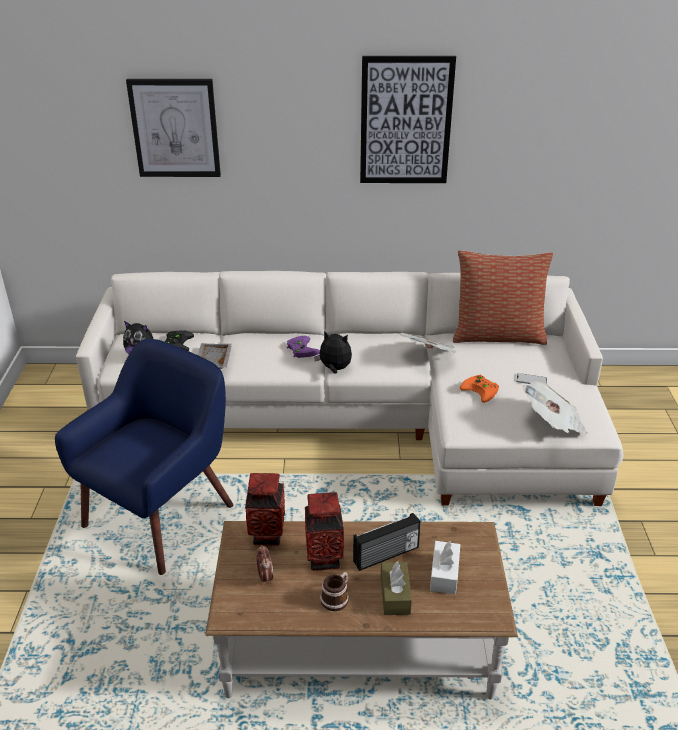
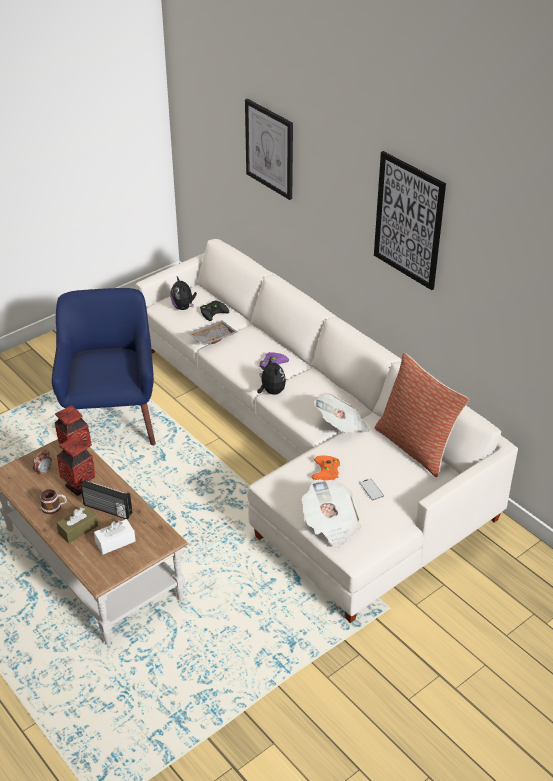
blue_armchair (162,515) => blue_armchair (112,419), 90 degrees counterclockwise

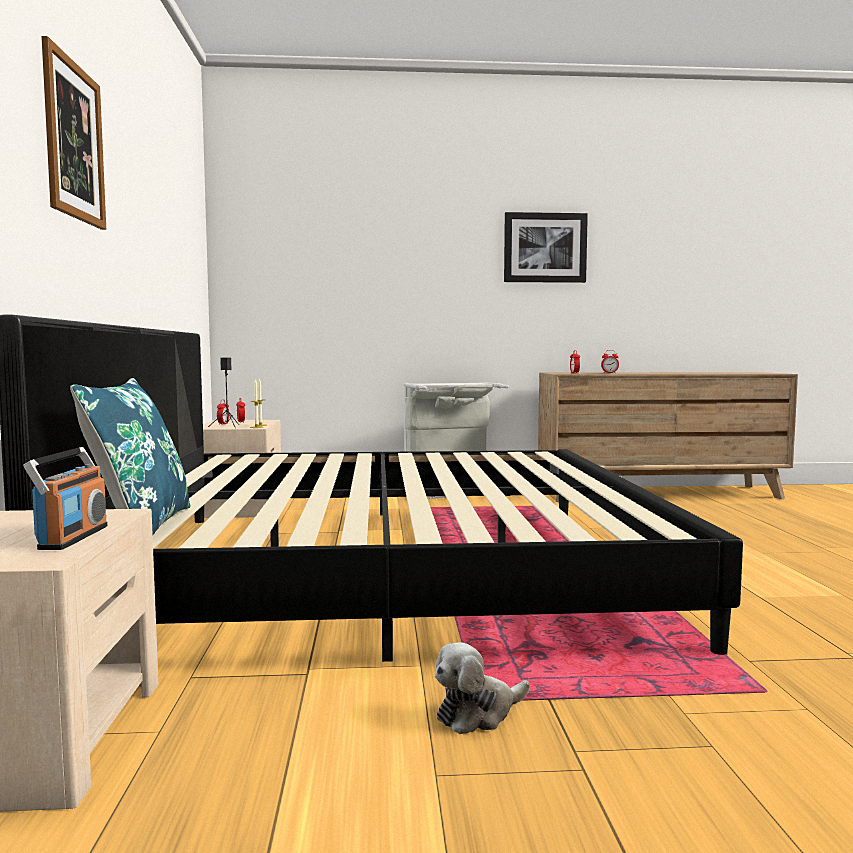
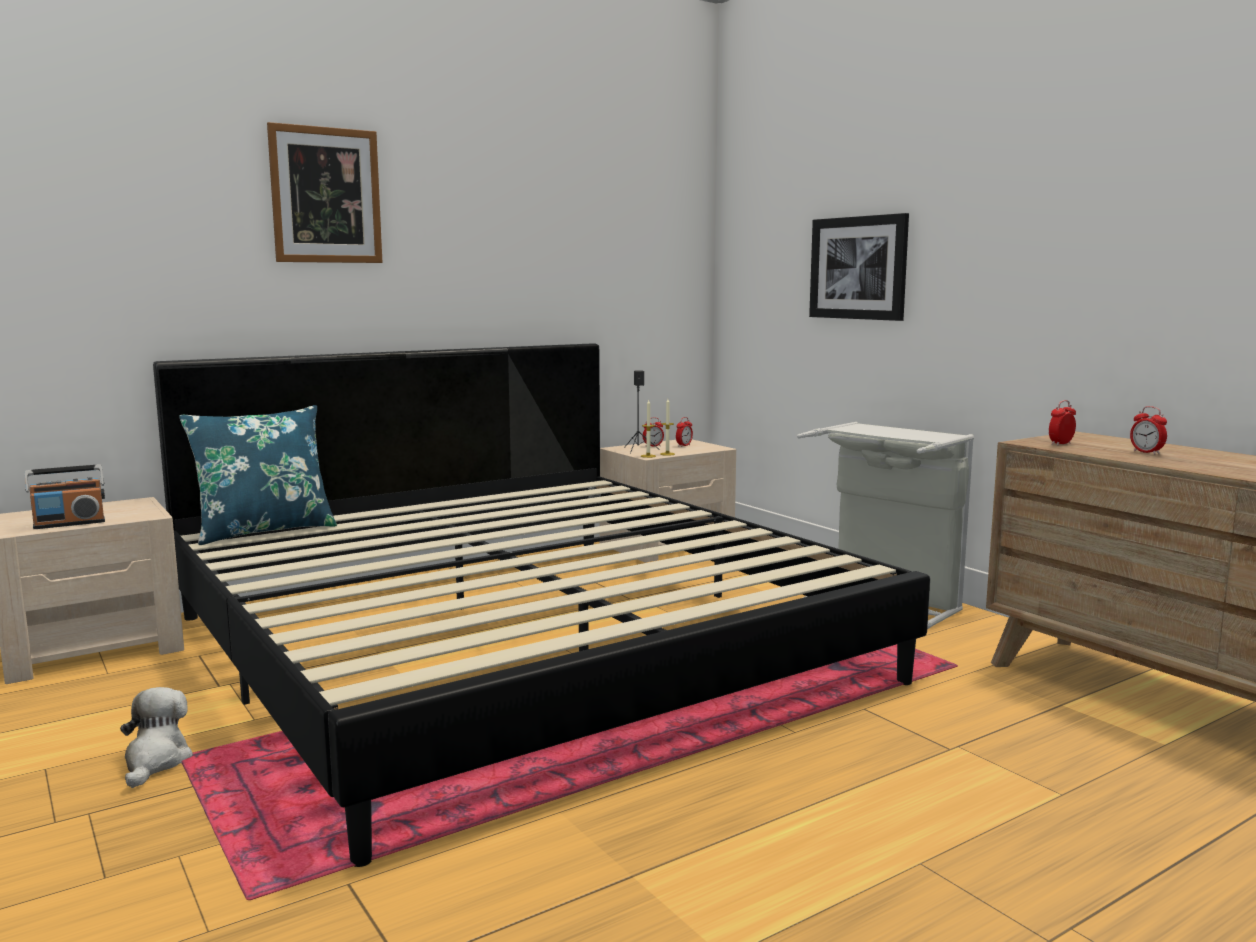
plush_toy (478,713) => plush_toy (156,762), 60 degrees clockwise
picture (545,248) => picture (858,268), shifted

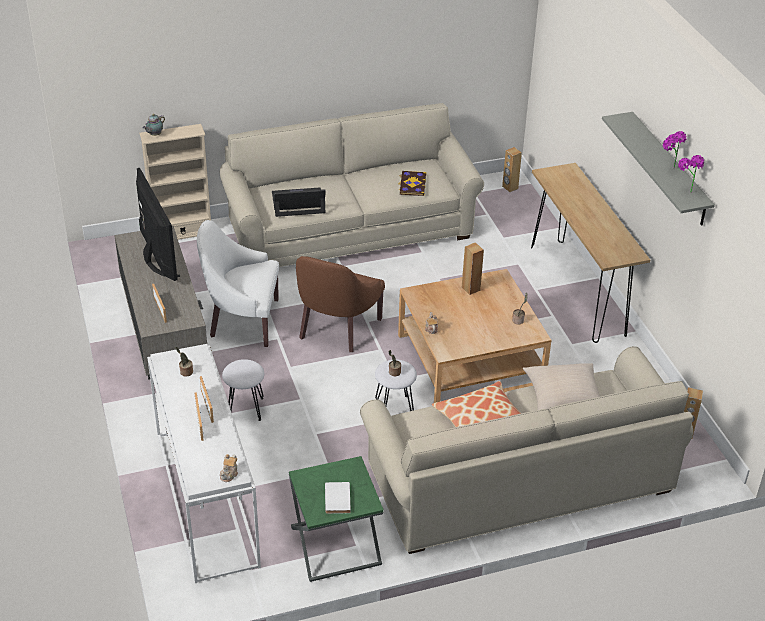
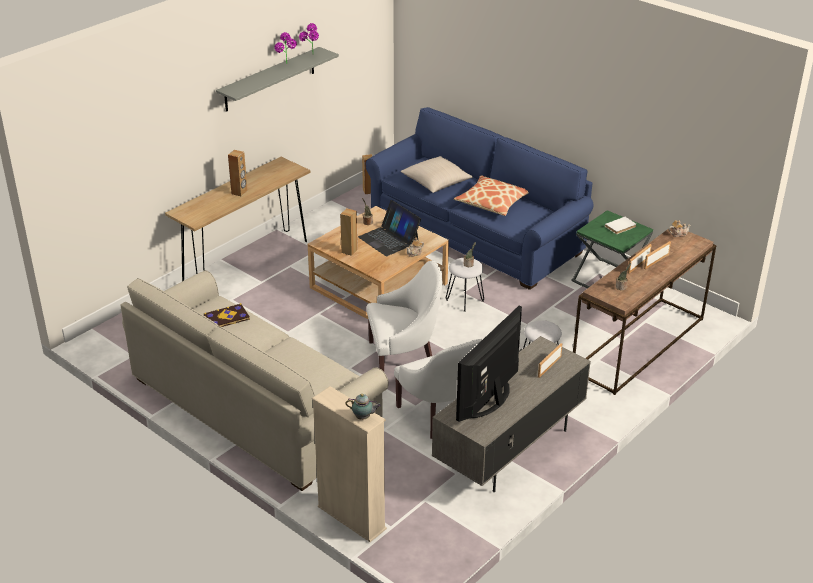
brown_speaker (510,187) => brown_speaker (239,192), shifted
laptop (298,203) => laptop (389,239), shifted
beige_sofa (519,480) => blue_sofa (476,234)
brown_armchair (336,328) => white_armchair (403,359)
white_console_table (205,498) => brown_console_table (639,346)

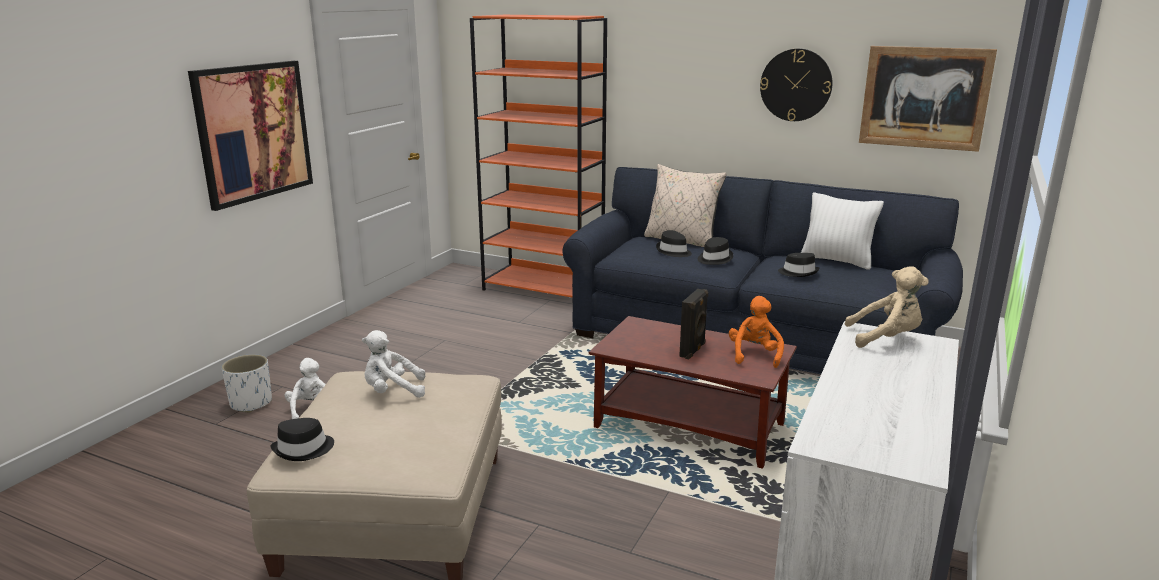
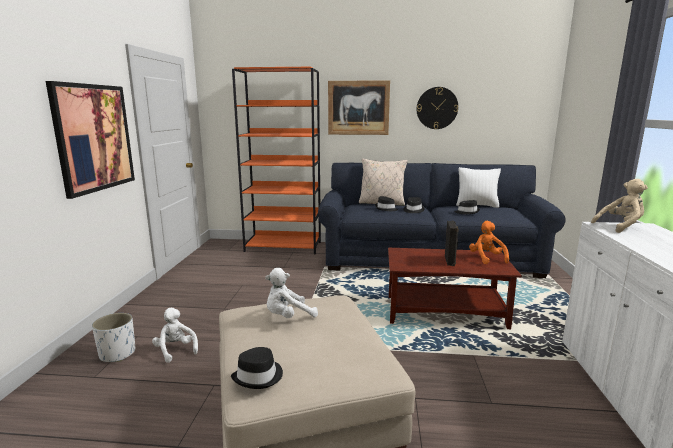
picture (924,98) => picture (358,108), shifted

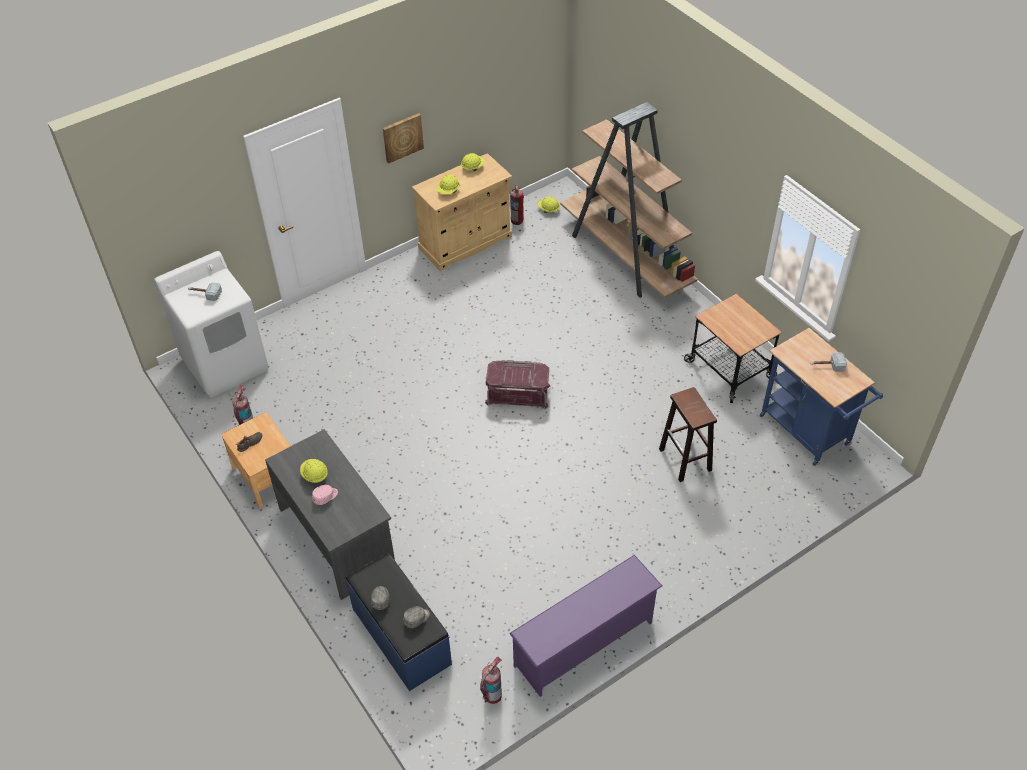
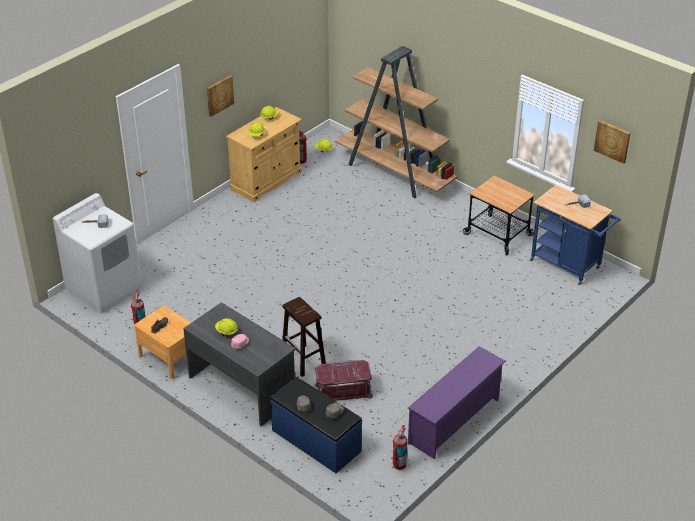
brown_stool (685,460) => brown_stool (304,361), shifted
red_storage_box (518,393) => red_storage_box (343,390), shifted
nothing => picture (612,141)

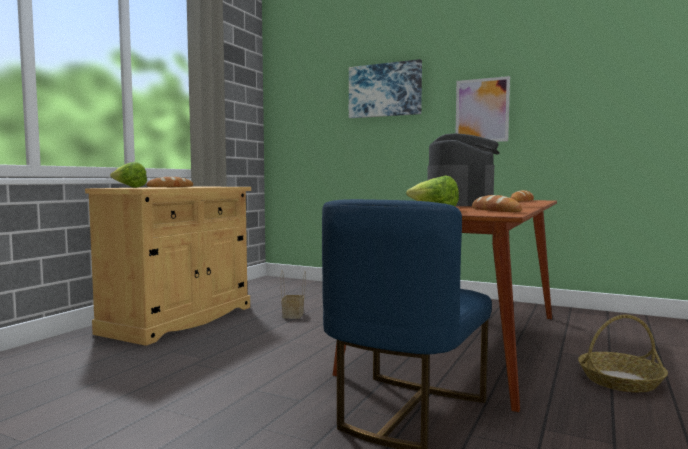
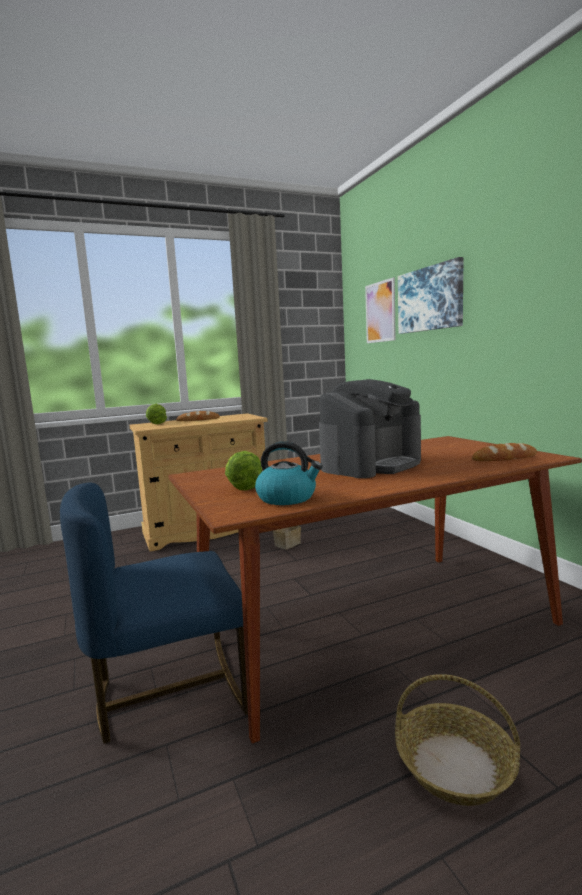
bread (495,210) => kettle (287,498)
picture (482,110) => picture (380,312), shifted

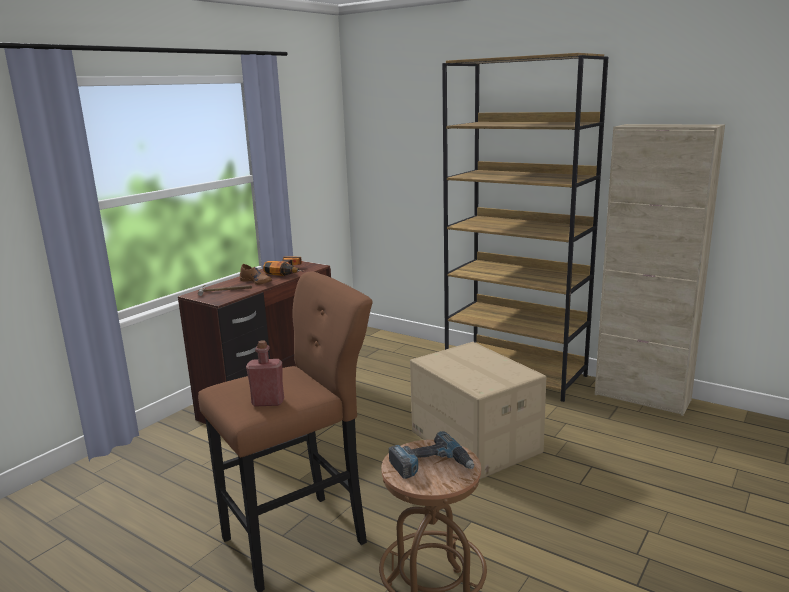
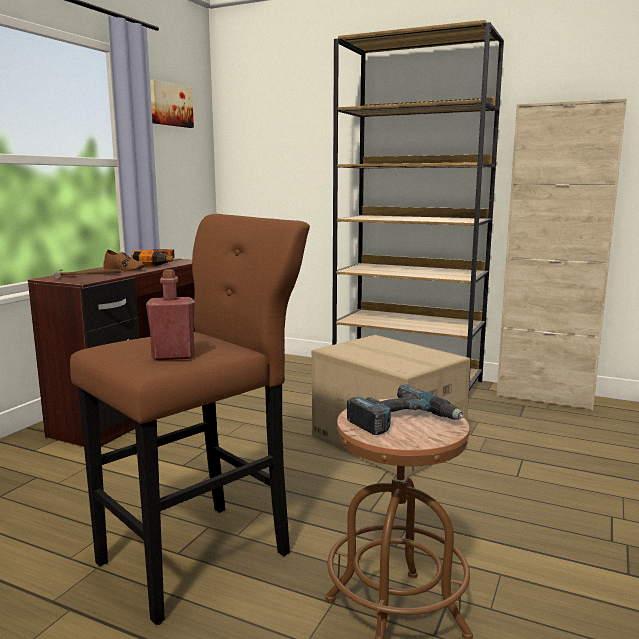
nothing => picture (169,105)

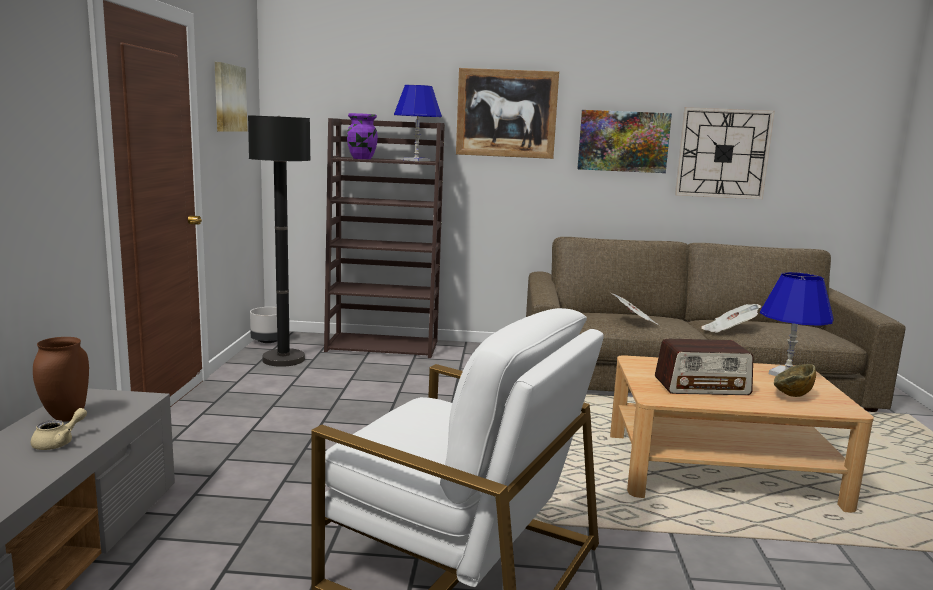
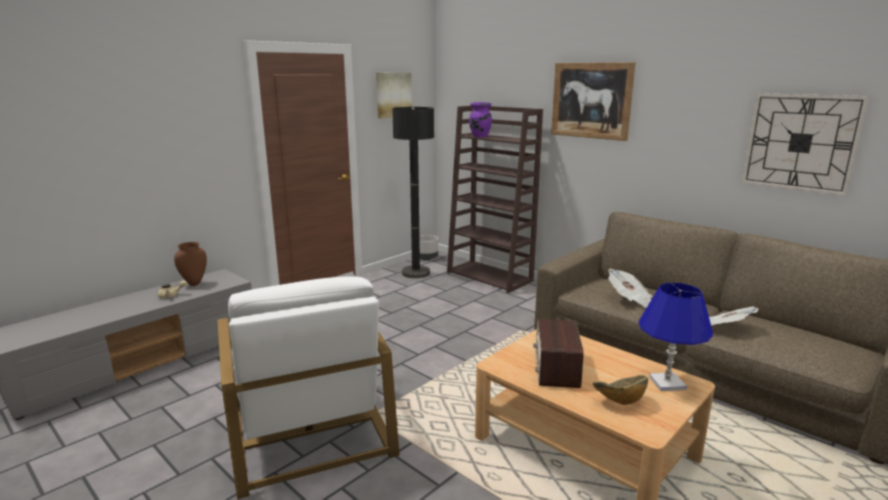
radio (702,386) => radio (556,368), 60 degrees clockwise
blue_table_lamp (416,160) => nothing
picture (623,141) => nothing

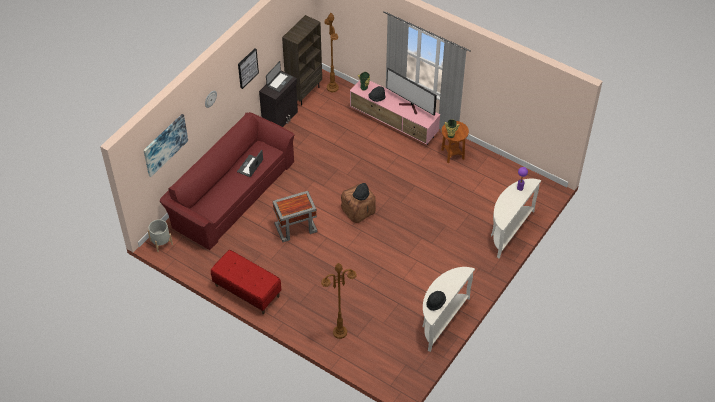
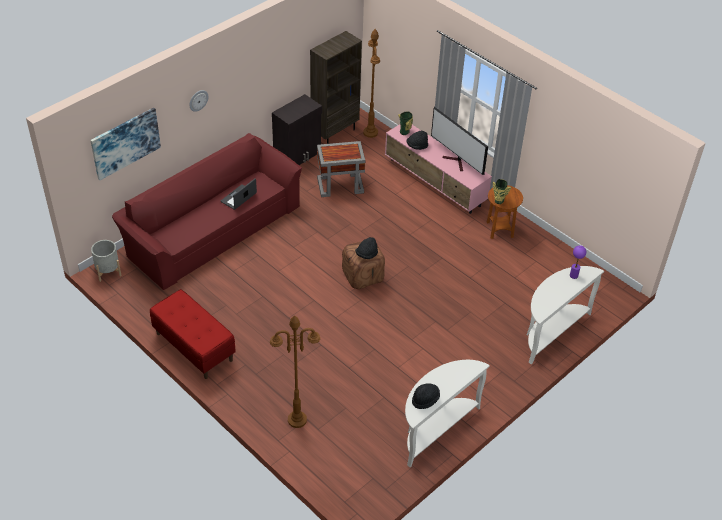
grey_side_table (295,228) => grey_side_table (339,185), shifted
picture (247,68) => nothing
laptop (279,81) => nothing

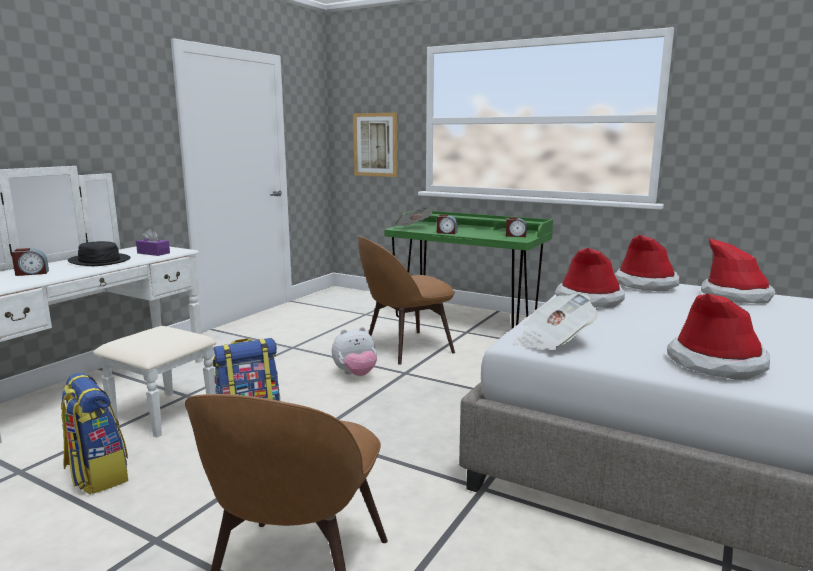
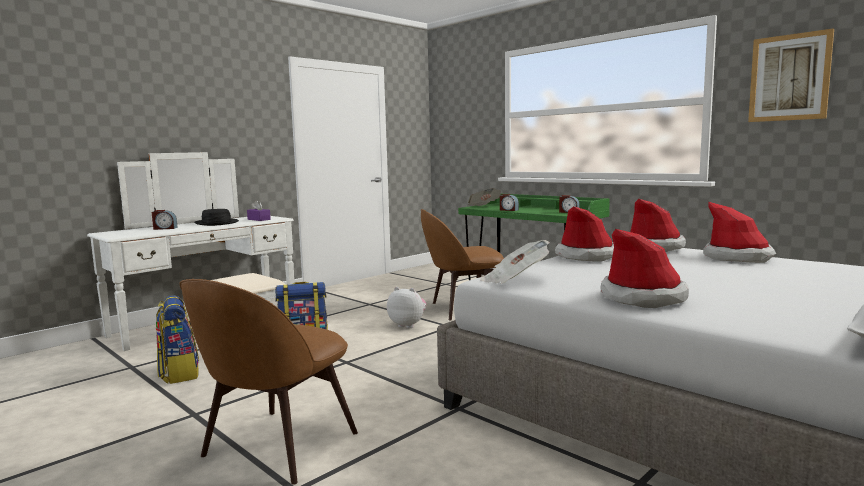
plush_toy (356,374) => plush_toy (408,325), 150 degrees counterclockwise
picture (375,144) => picture (789,77), shifted

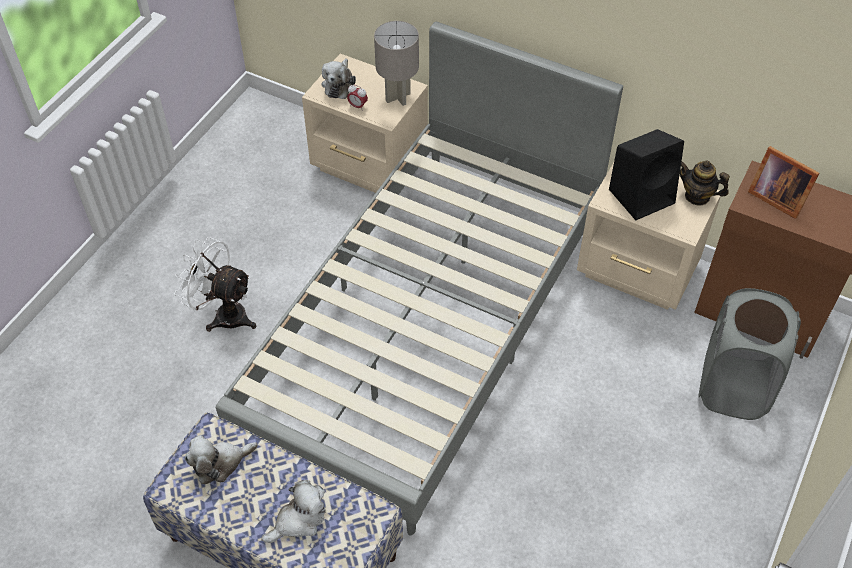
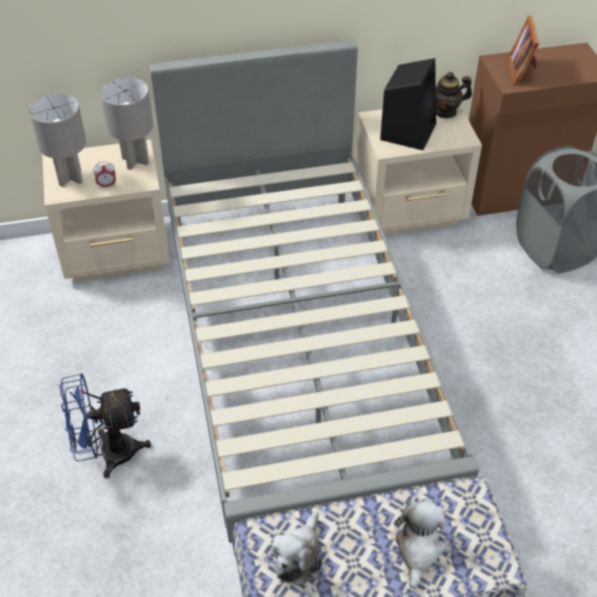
plush_toy (339,85) => grey_table_lamp (70,177)
white_fan (224,314) => blue_fan (108,453)
picture_frame (776,197) => picture_frame (522,70), 90 degrees clockwise

